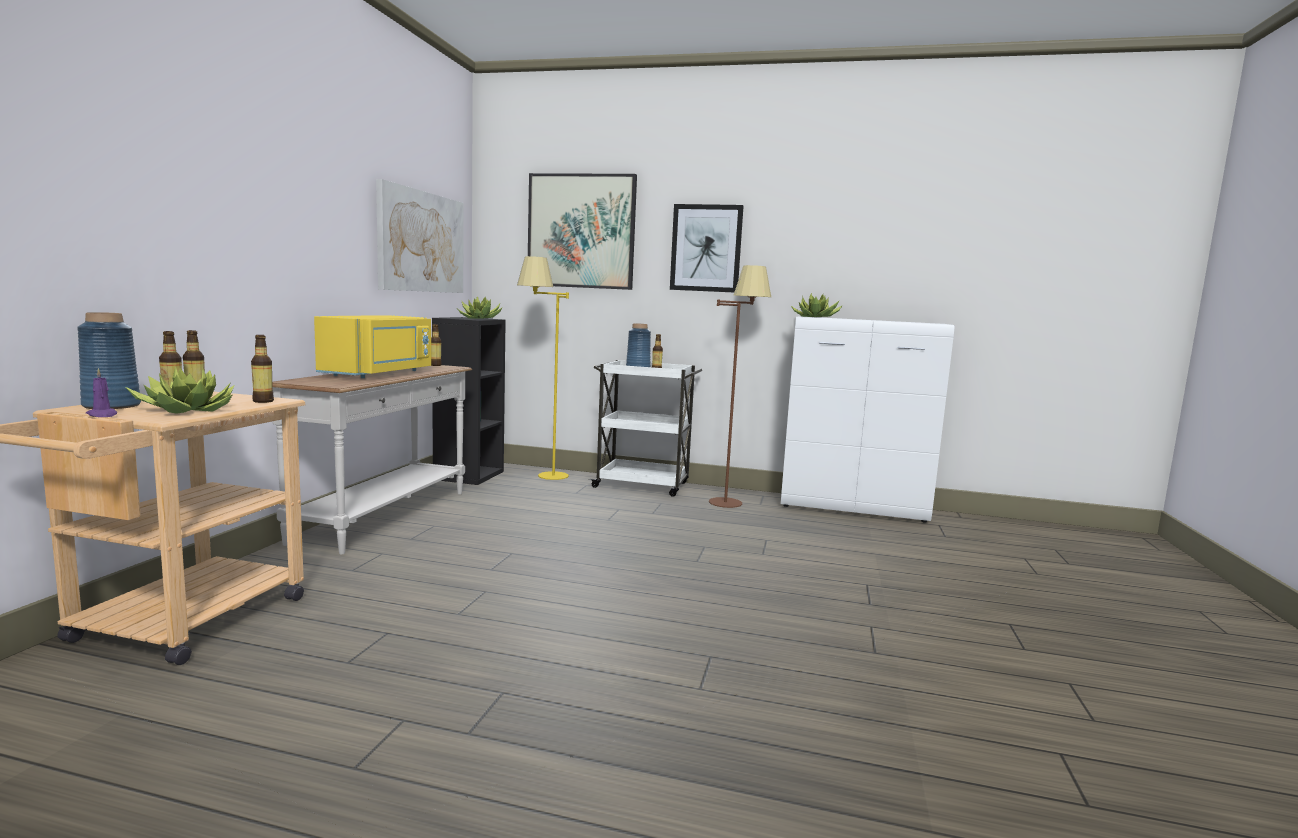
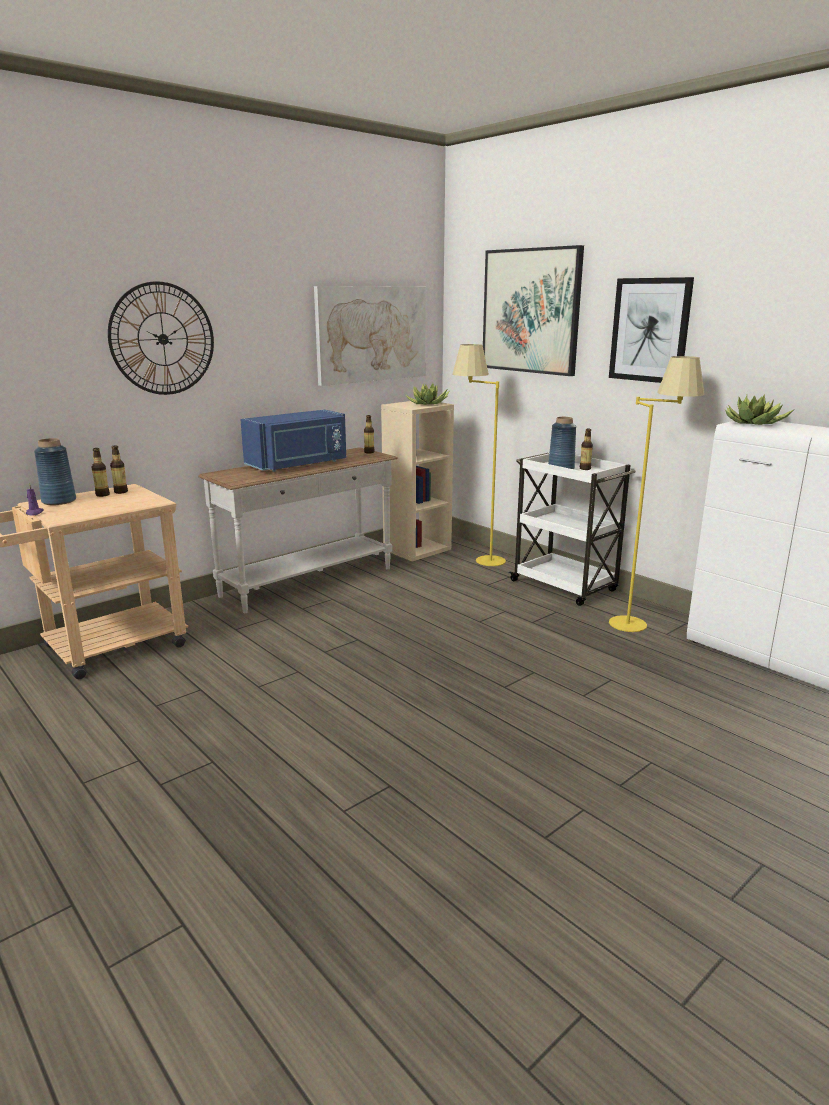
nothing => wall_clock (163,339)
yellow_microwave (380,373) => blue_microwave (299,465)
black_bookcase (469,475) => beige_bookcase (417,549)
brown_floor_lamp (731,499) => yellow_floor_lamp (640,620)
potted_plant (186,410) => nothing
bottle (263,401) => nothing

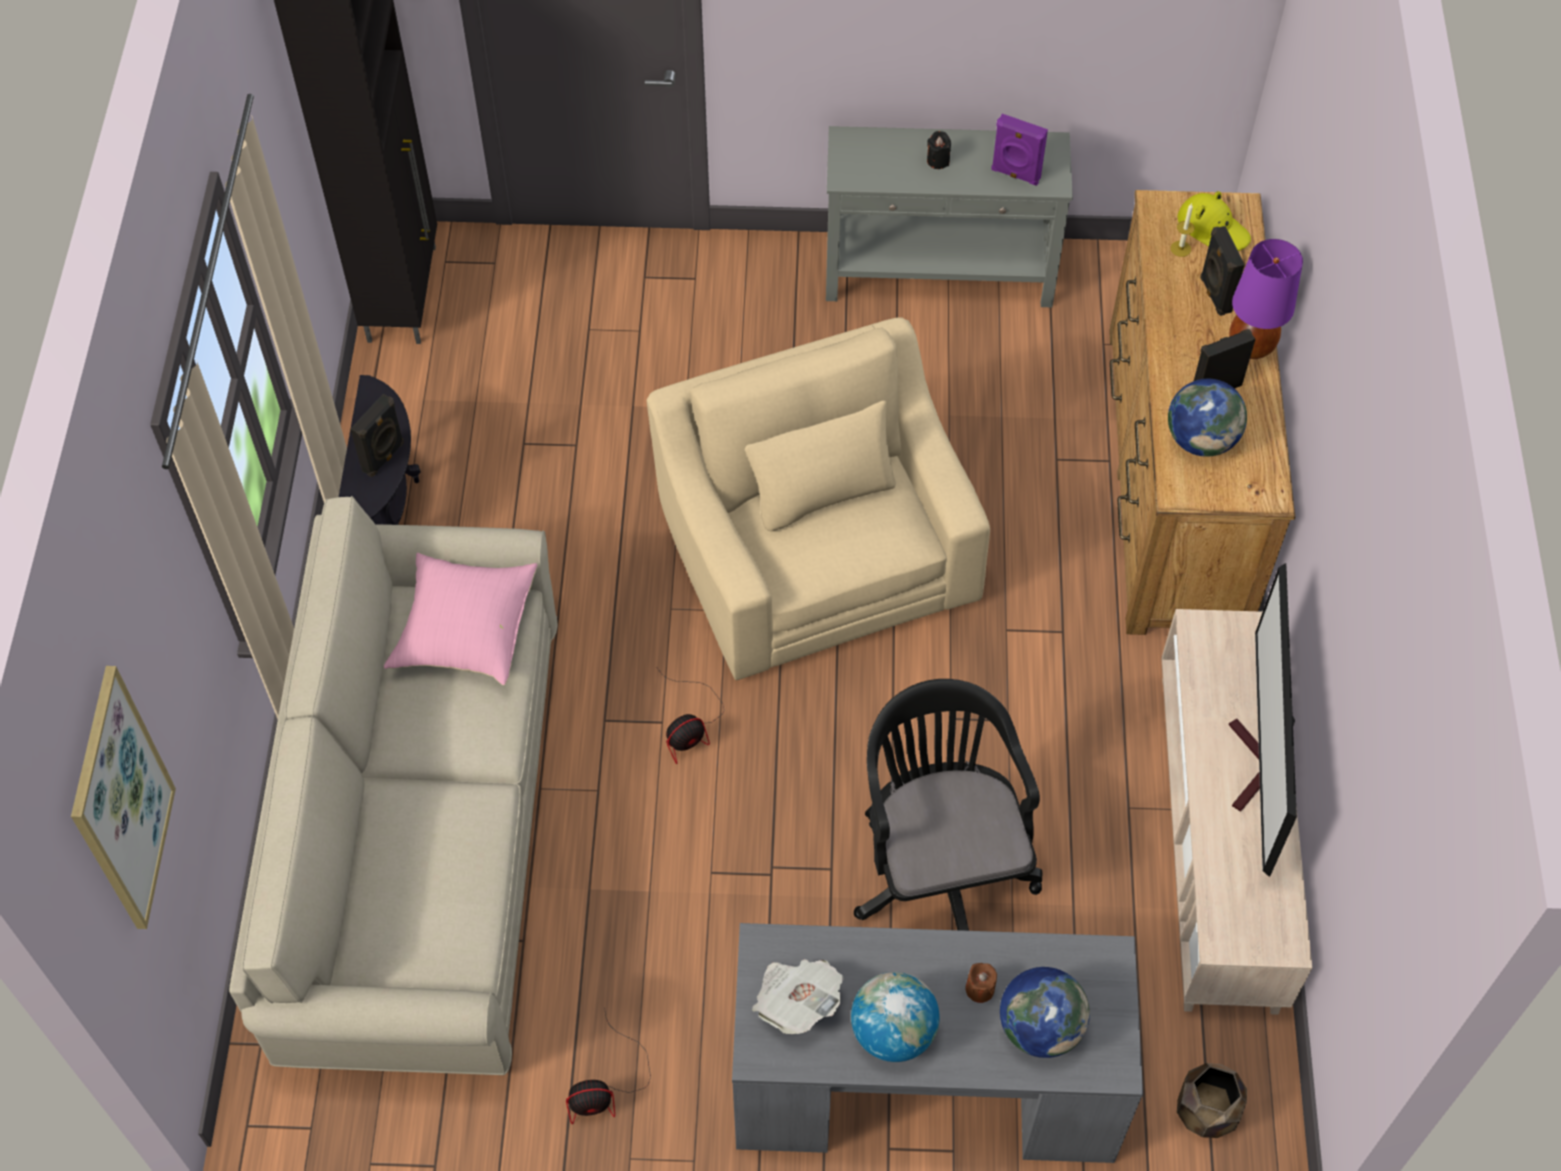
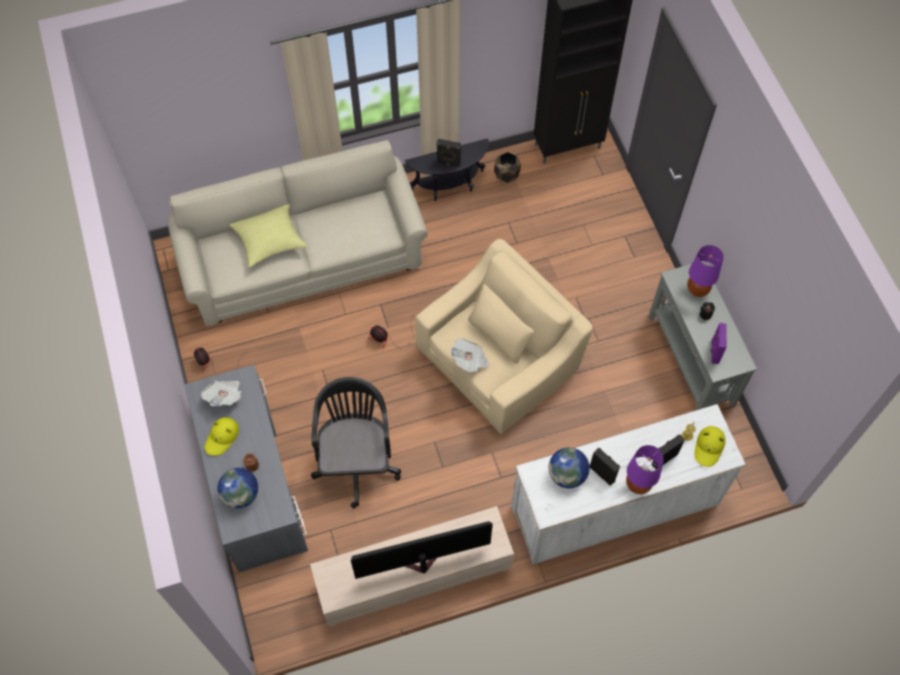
globe (893,1032) => yellow_hat (222,437)
nothing => yellow_pillow (270,242)
black_office_chair (939,867) => black_office_chair (356,459), 60 degrees counterclockwise
nothing => newspaper (470,360)
brown_planter (1205,1111) => brown_planter (506,174), shifted
brown_dresser (1175,477) => white_dresser (614,505)
nothing => purple_table_lamp (698,289)
picture (120,801) => nothing
pink_pillow (465,630) => nothing

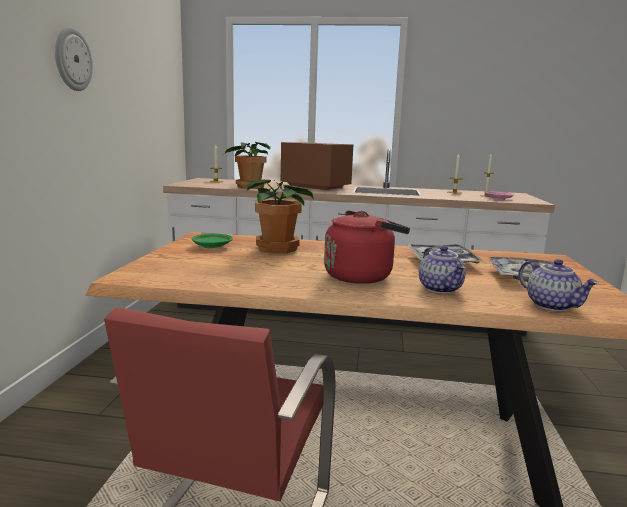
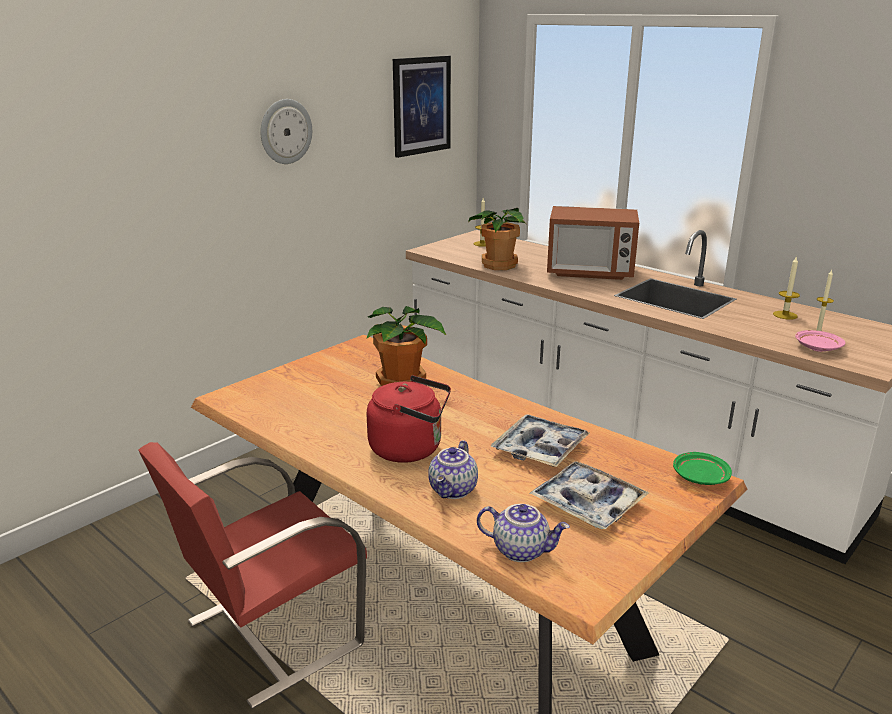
nothing => picture (421,105)
teapot (552,306) => teapot (521,550), 75 degrees counterclockwise
microwave (315,186) => microwave (589,272), 120 degrees clockwise
green_plate (212,246) => green_plate (700,477), shifted

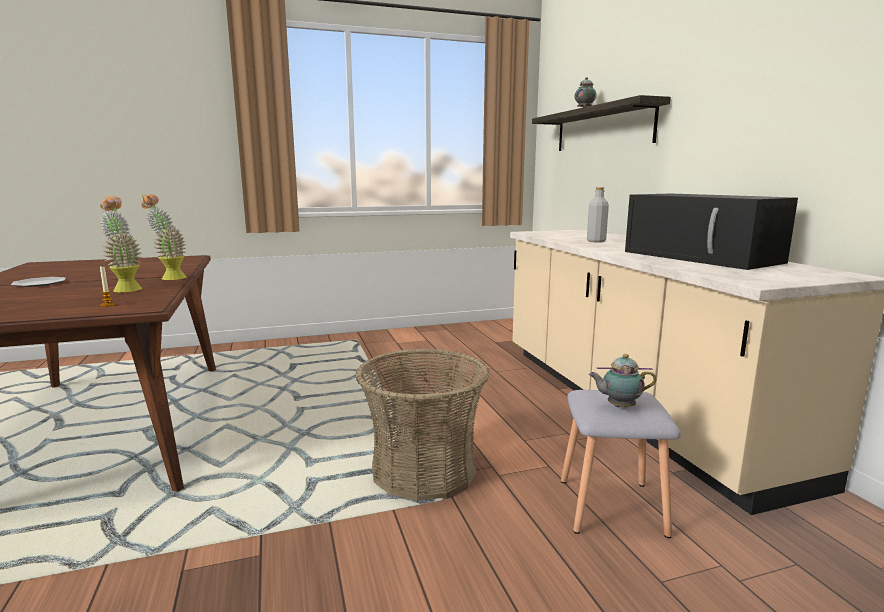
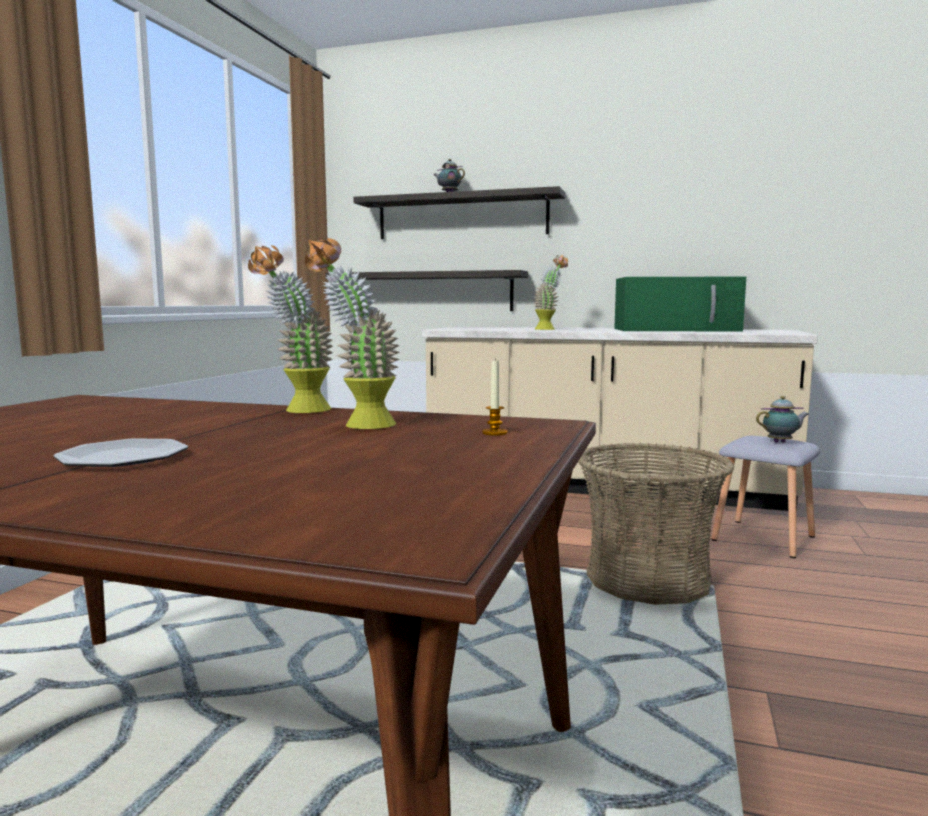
nothing => shelf (429,291)
grey_bottle (596,241) => potted_plant (549,329)
black_microwave (703,257) => green_microwave (677,330)
teapot (618,406) => teapot (781,442), 135 degrees counterclockwise

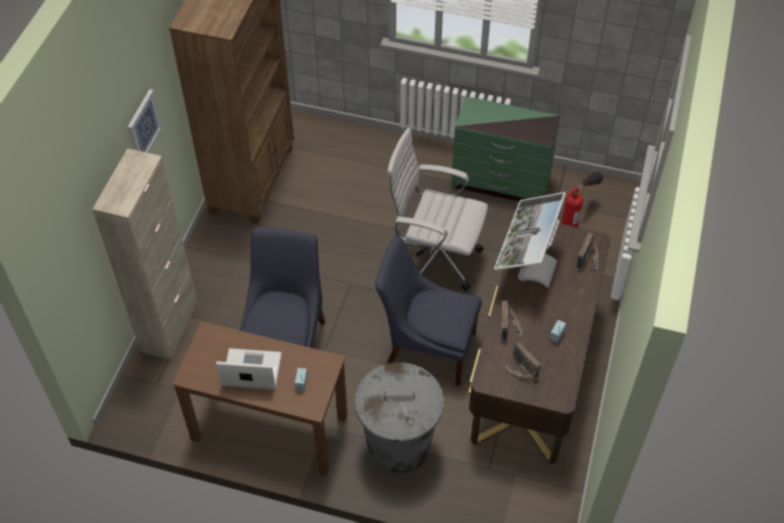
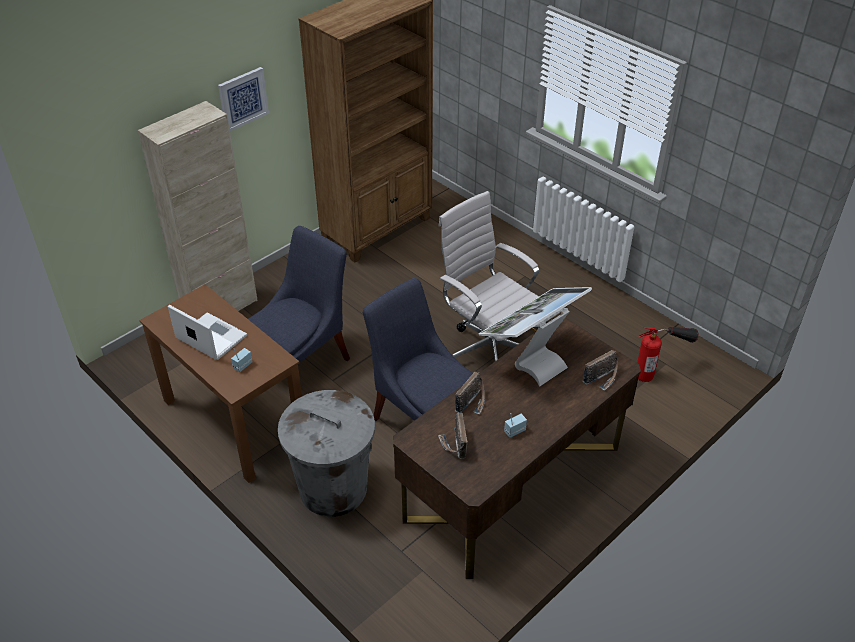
green_dresser (501,183) => nothing

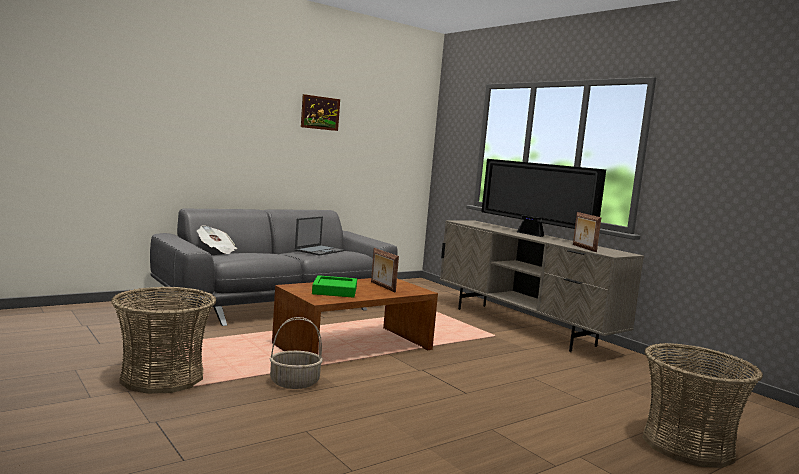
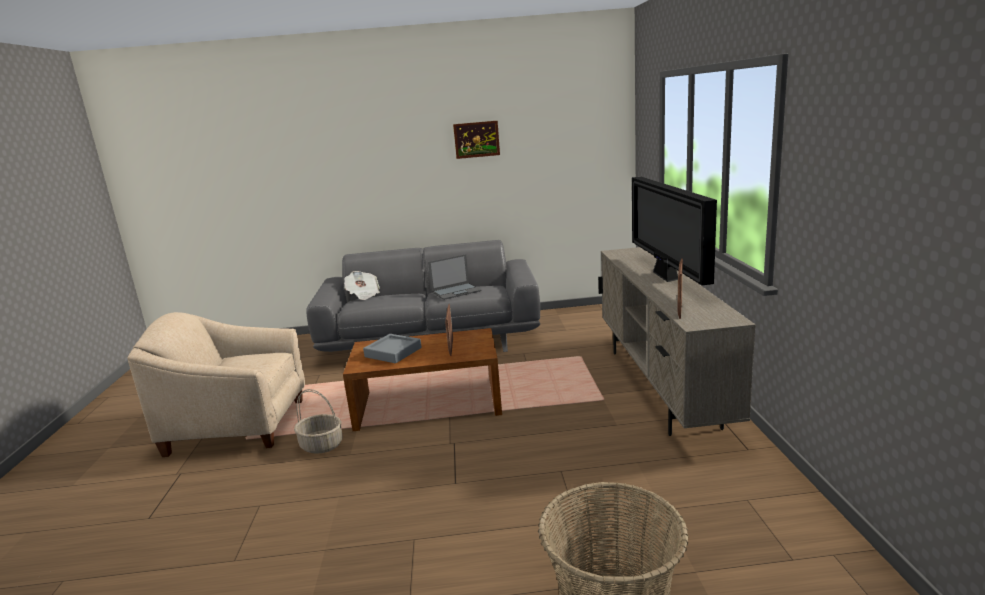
basket (162,377) => beige_armchair (239,426)
green_tray (334,291) => grey_tray (393,352)

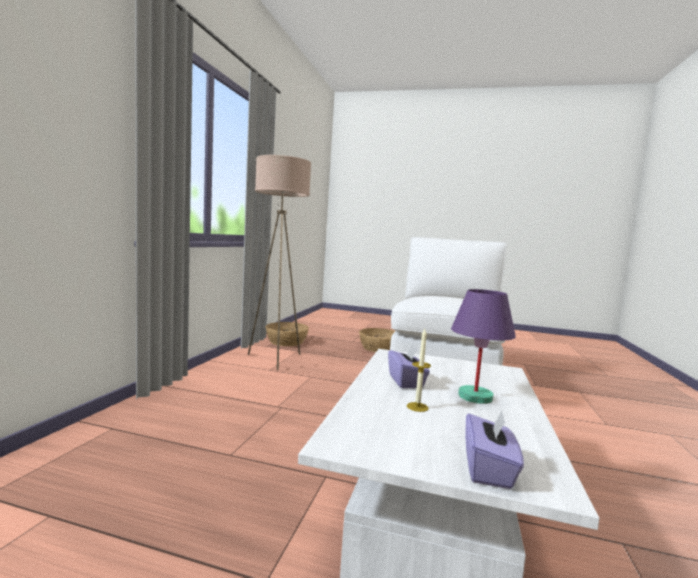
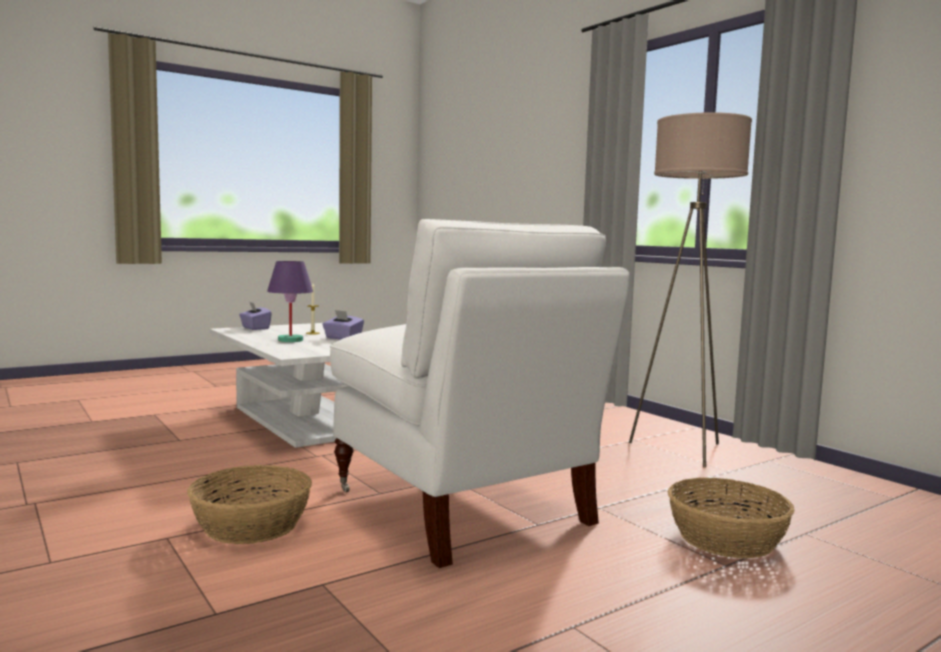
basket (286,342) => basket (252,525), shifted

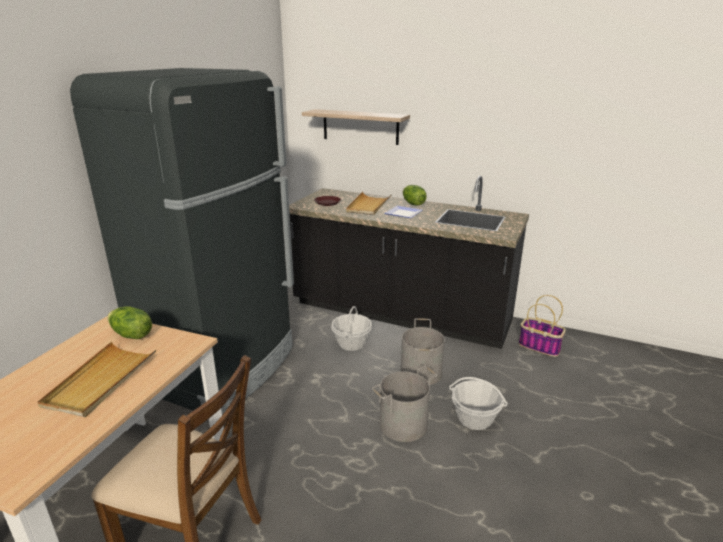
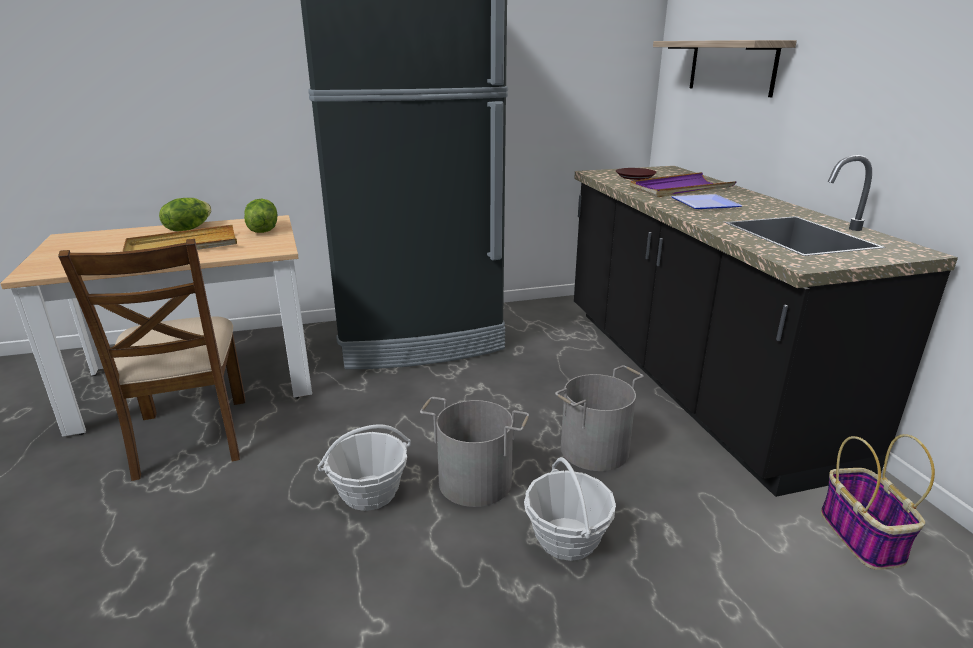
lettuce (413,204) => lettuce (188,229), shifted
basket (351,343) => basket (369,492), shifted
beige_tray (368,205) => purple_tray (680,189)

